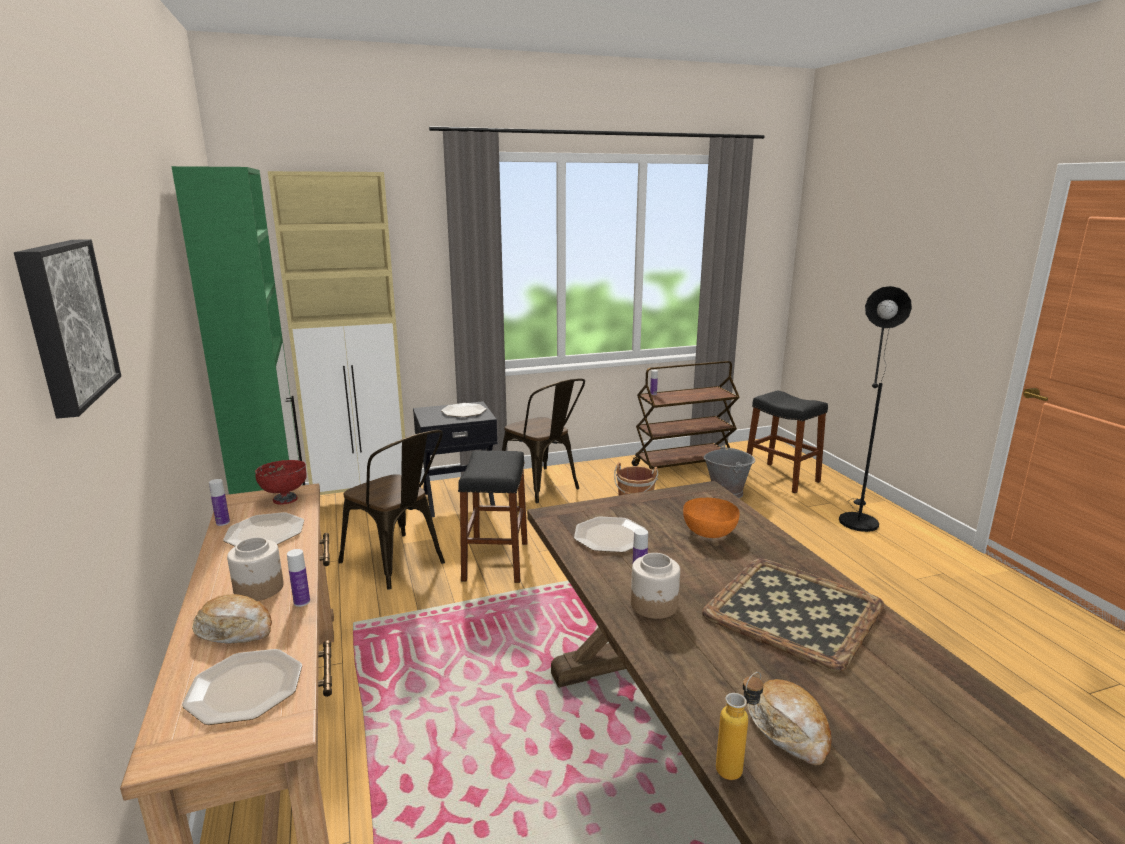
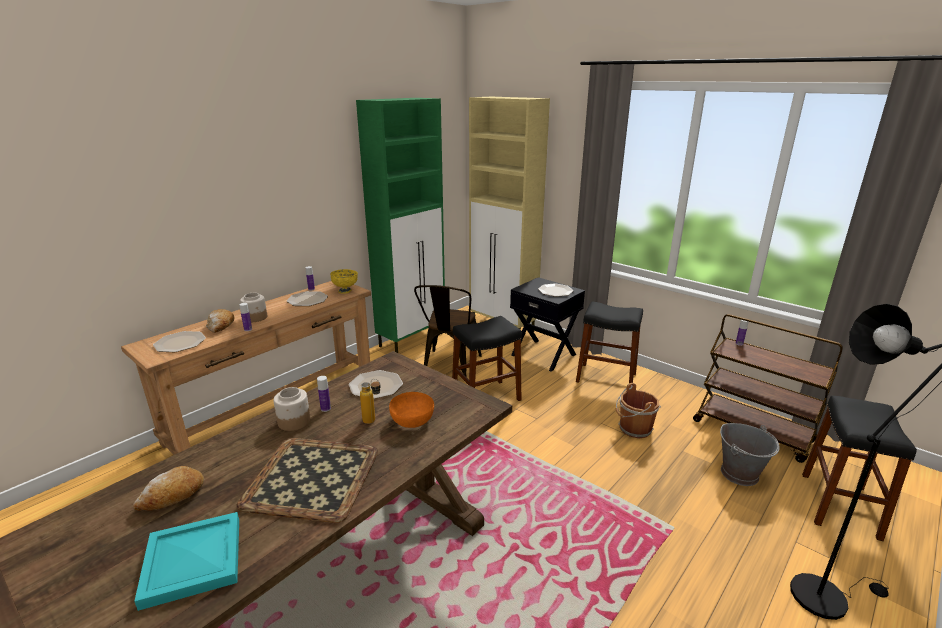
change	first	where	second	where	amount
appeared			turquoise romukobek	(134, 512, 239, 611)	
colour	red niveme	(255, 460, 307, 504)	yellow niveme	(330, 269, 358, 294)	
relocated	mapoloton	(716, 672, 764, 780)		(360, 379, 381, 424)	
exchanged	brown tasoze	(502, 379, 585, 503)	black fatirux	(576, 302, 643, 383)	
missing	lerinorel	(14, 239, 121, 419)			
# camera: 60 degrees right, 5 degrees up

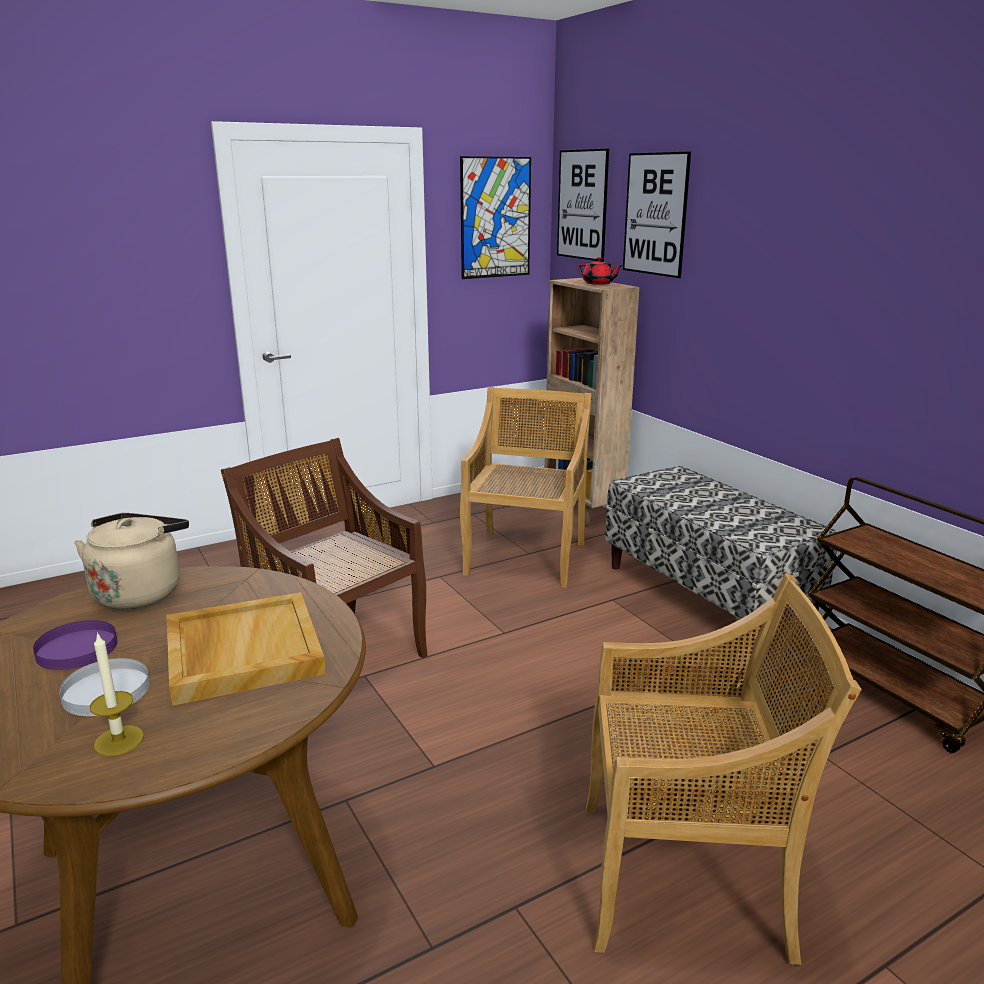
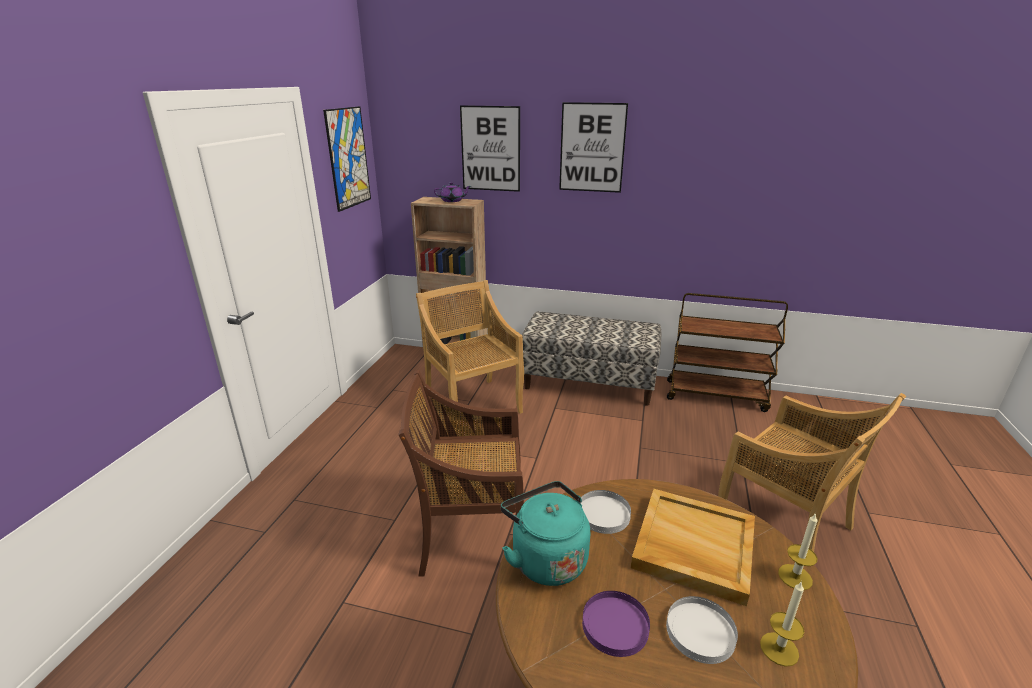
change	first	where	second	where	amount
colour	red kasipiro	(578, 257, 623, 285)	purple kasipiro	(434, 182, 471, 202)	
colour	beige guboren	(74, 513, 189, 610)	turquoise guboren	(501, 481, 590, 586)	
relocated	lerinorel	(557, 149, 609, 262)		(559, 102, 628, 193)	
appeared			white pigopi	(581, 490, 631, 534)	
spun	beige tasoze	(586, 573, 862, 965)		(718, 393, 906, 552)	90 degrees clockwise
appeared			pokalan	(778, 513, 817, 590)	
# camera: 45 degrees left, 5 degrees up

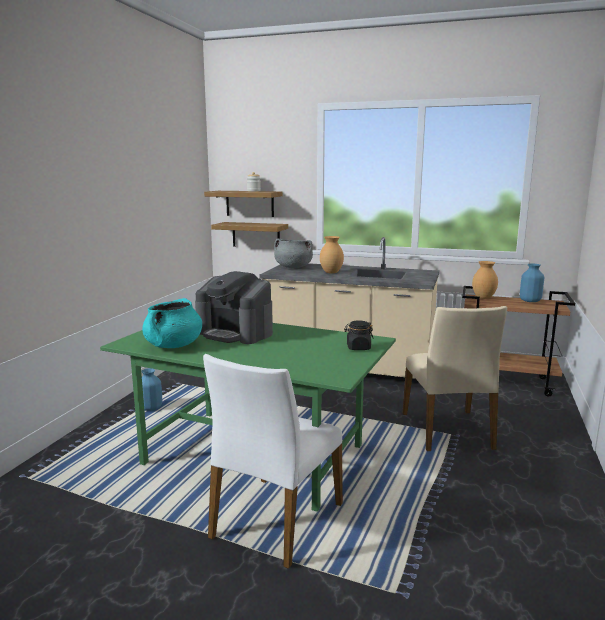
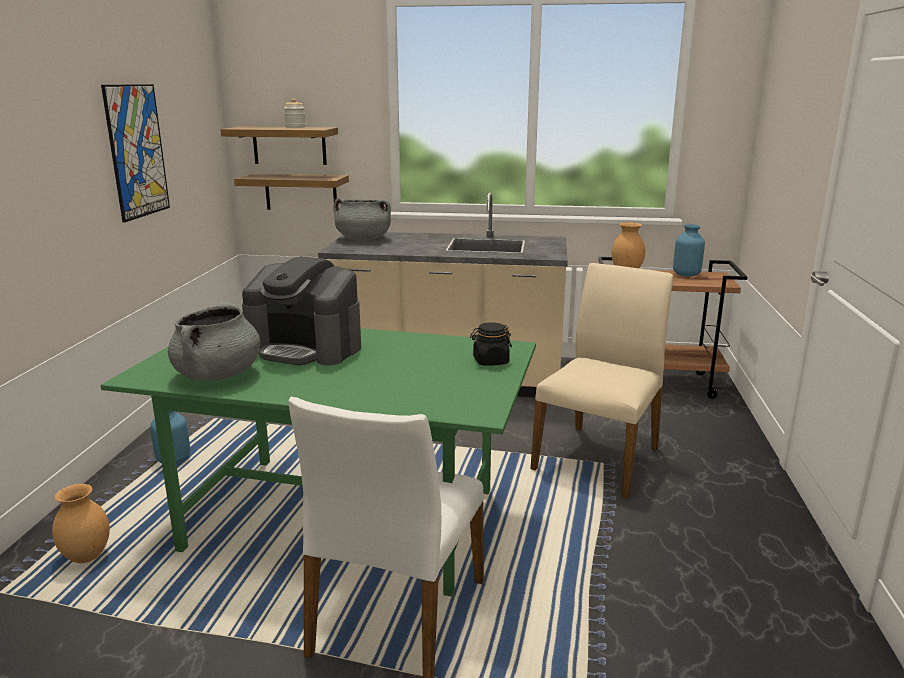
change	first	where	second	where	amount
relocated	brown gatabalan	(320, 236, 344, 273)		(52, 484, 110, 563)	
appeared			lerinorel	(101, 84, 170, 223)	
colour	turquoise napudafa	(142, 298, 202, 348)	grey napudafa	(168, 302, 260, 381)	
spun	beige tasoze	(403, 306, 507, 451)		(530, 263, 673, 499)	135 degrees counterclockwise
# camera: 10 degrees left, 5 degrees up

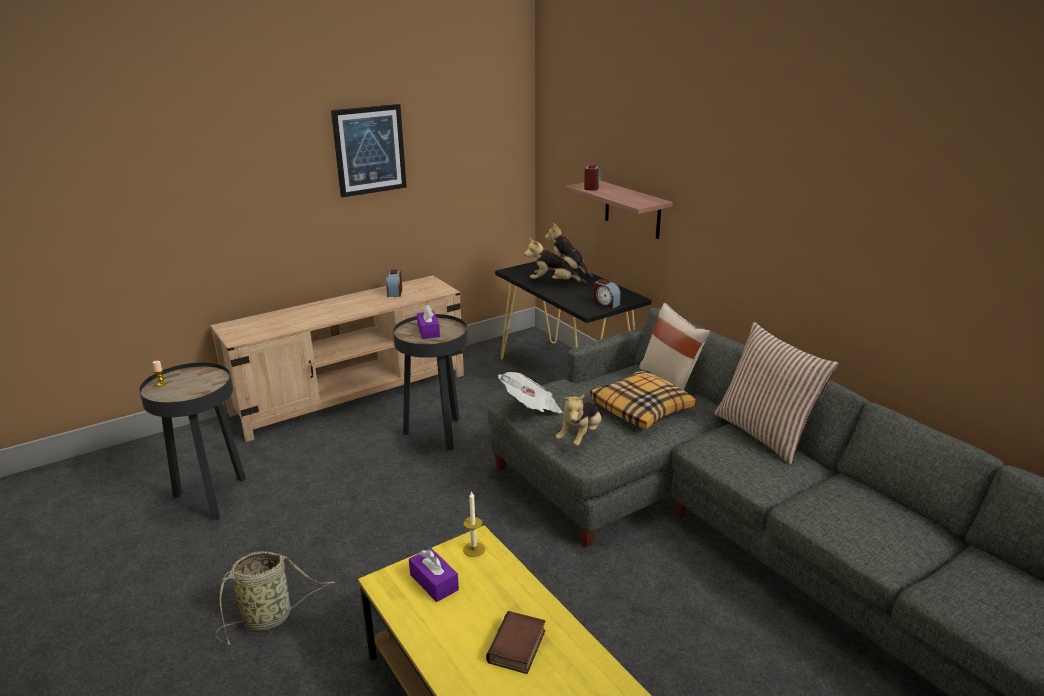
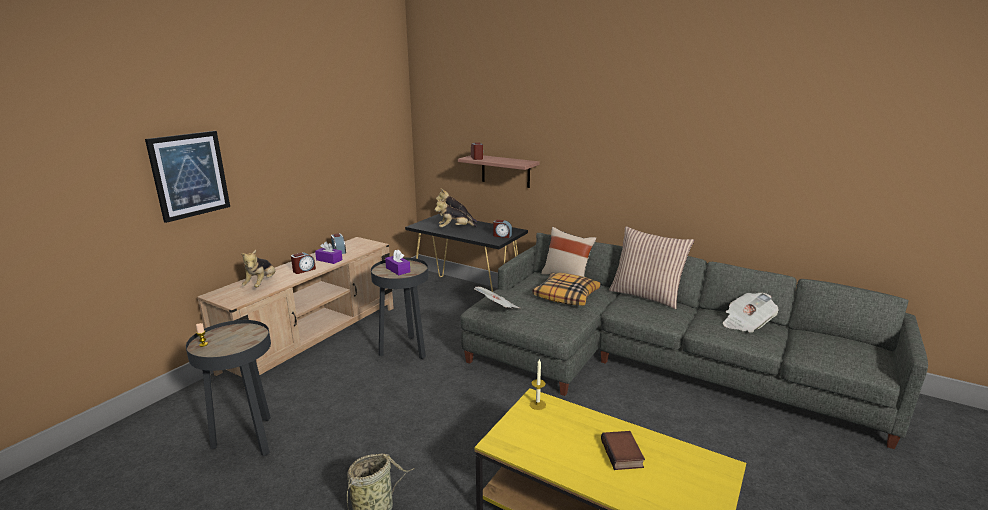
change	first	where	second	where	amount
relocated	lerinorel	(331, 104, 407, 197)		(145, 131, 230, 223)	
relocated	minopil	(556, 395, 602, 446)		(241, 250, 275, 287)	
appeared			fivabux	(291, 252, 316, 274)	
relocated	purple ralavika	(409, 548, 459, 602)		(315, 241, 343, 264)	
appeared			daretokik	(723, 293, 778, 333)	
# camera: 25 degrees left, 5 degrees down

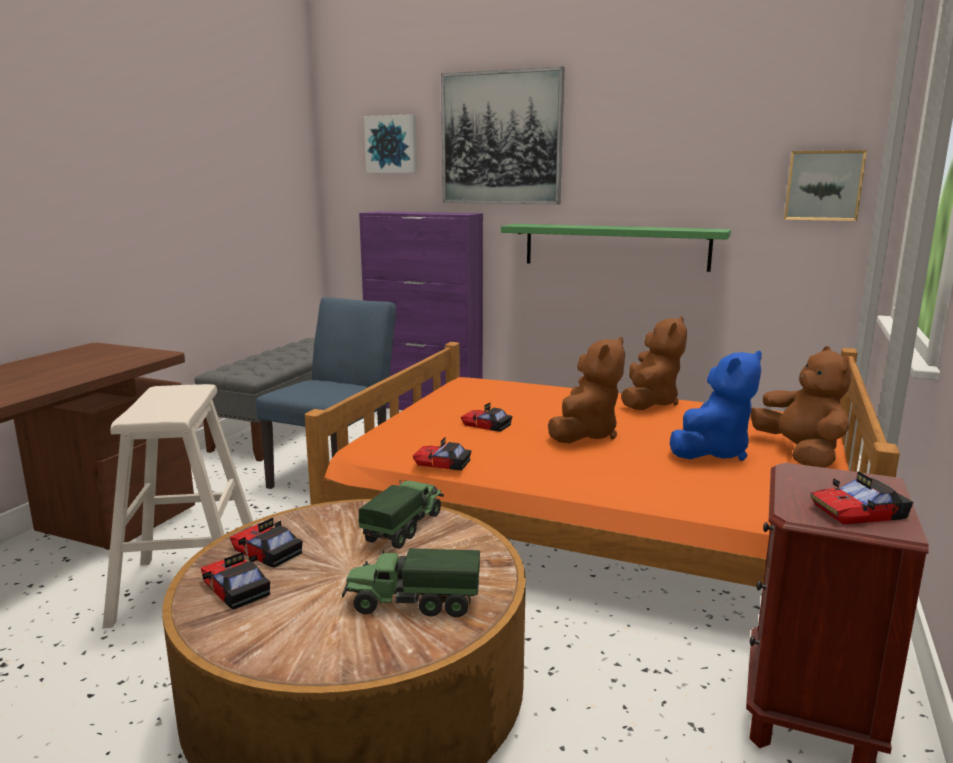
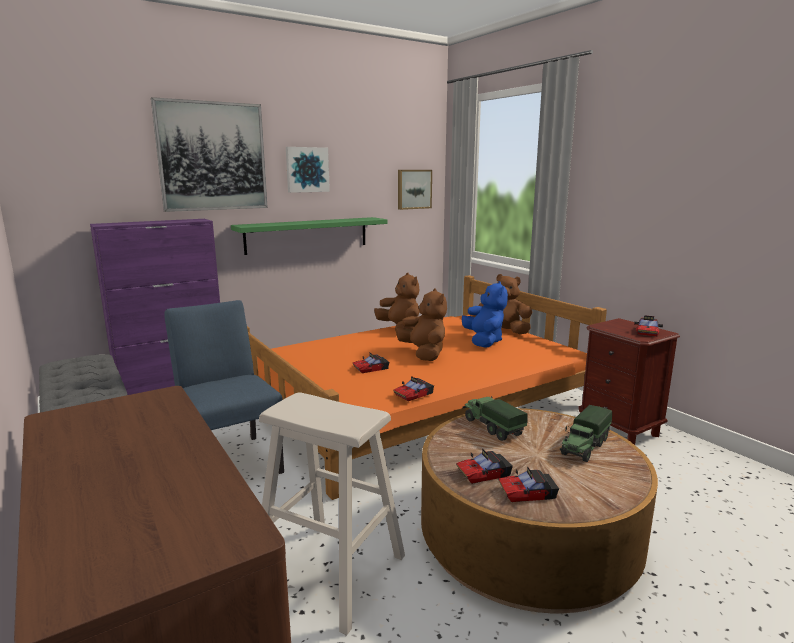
change	first	where	second	where	amount
relocated	lerinorel	(364, 114, 417, 173)		(286, 147, 330, 193)	
# camera: 55 degrees left, 0 degrees up

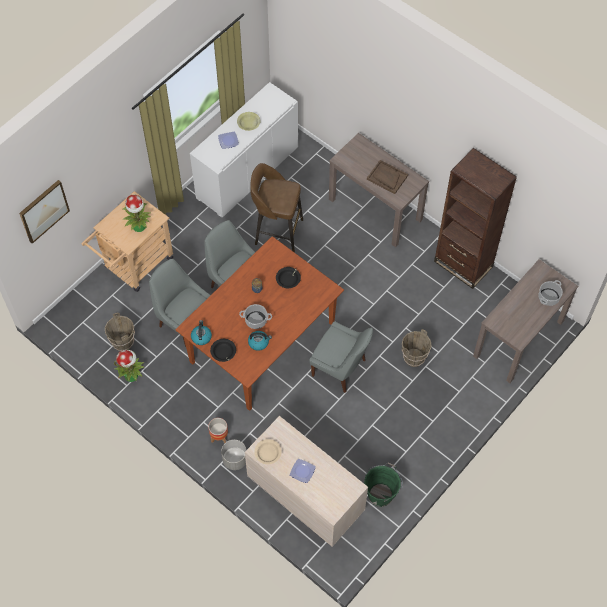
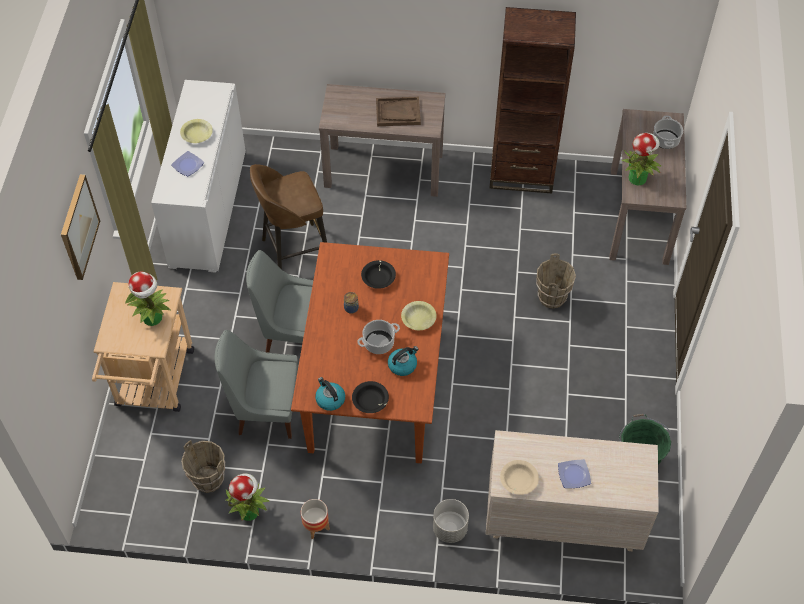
change	first	where	second	where	amount
relocated	lerinorel	(19, 180, 70, 244)		(61, 174, 100, 280)	
relocated	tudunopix	(208, 418, 228, 443)		(301, 499, 330, 539)	
appeared			yellow niveme	(401, 301, 437, 330)	
appeared			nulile	(621, 133, 662, 186)	
missing	grey tasoze	(309, 321, 373, 393)			
# camera: 35 degrees left, 5 degrees down

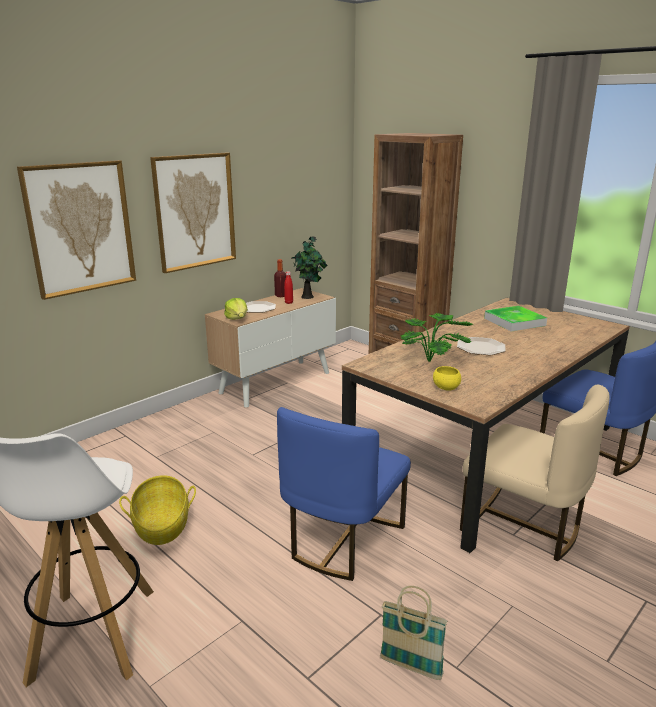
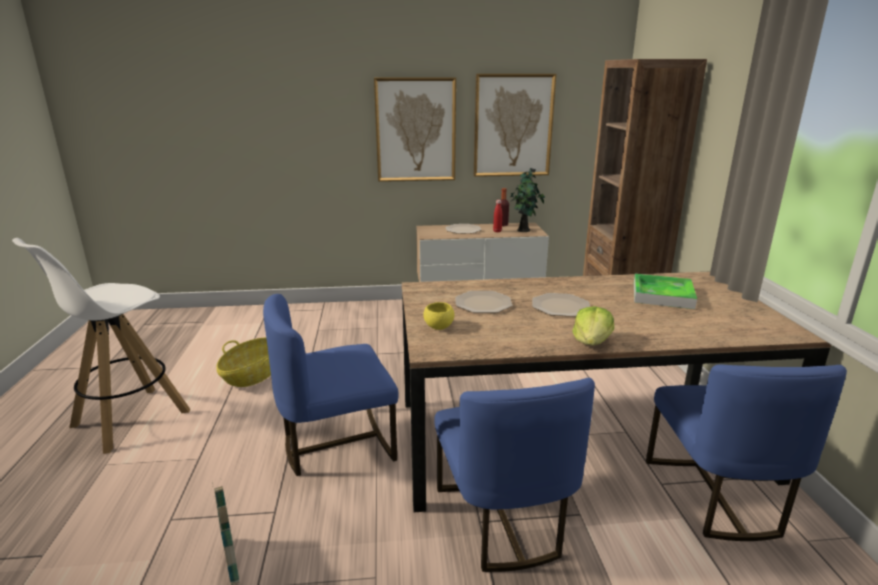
change	first	where	second	where	amount
colour	beige tasoze	(460, 385, 609, 561)	blue tasoze	(434, 378, 595, 572)	
exchanged	nulile	(401, 313, 473, 362)	pigopi	(455, 291, 512, 313)	
relocated	lerinorel	(17, 160, 136, 300)		(474, 74, 556, 177)	
relocated	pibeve	(224, 298, 248, 320)		(572, 306, 614, 345)	
# camera: 40 degrees right, 0 degrees up

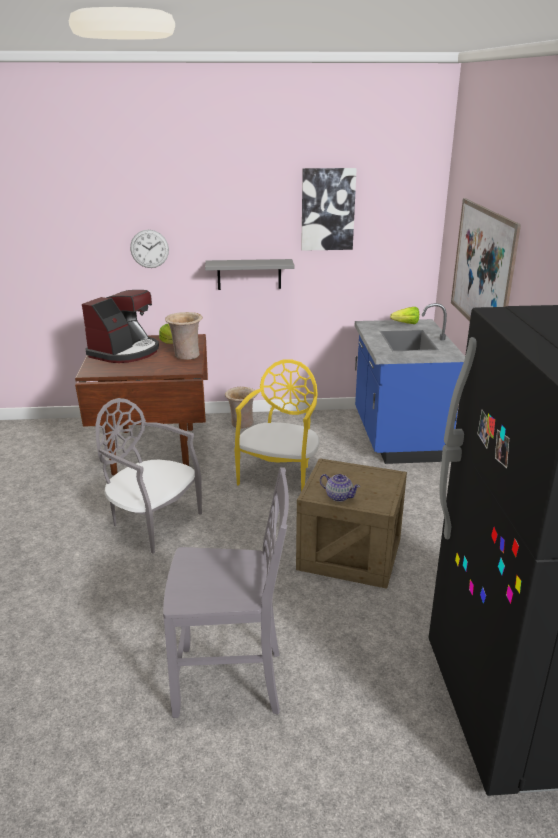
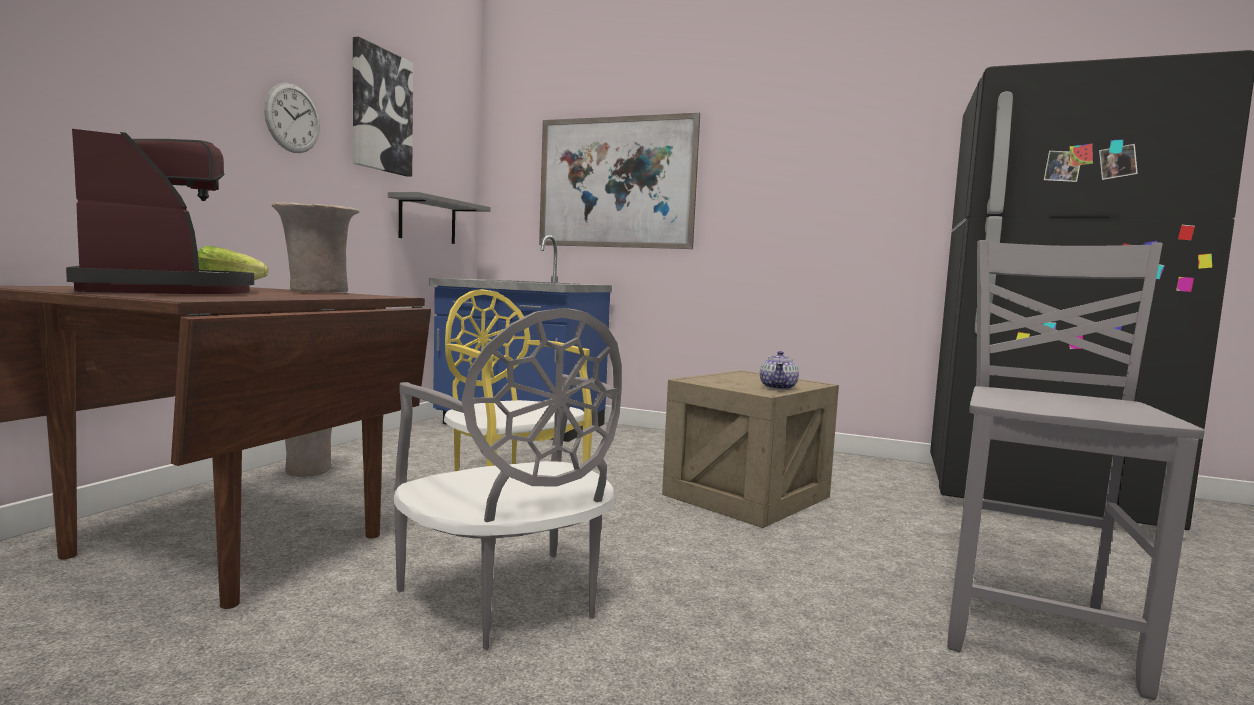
change	first	where	second	where	amount
relocated	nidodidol	(130, 230, 169, 268)		(264, 83, 320, 153)	
relocated	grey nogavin	(205, 259, 295, 290)		(388, 192, 491, 244)	
spun	grey tasoze	(96, 398, 202, 553)		(394, 308, 622, 650)	90 degrees counterclockwise
spun	kasipiro	(320, 474, 360, 502)		(760, 351, 799, 390)	135 degrees clockwise
missing	pibeve	(390, 307, 419, 324)			
# camera: 65 degrees left, 20 degrees down

